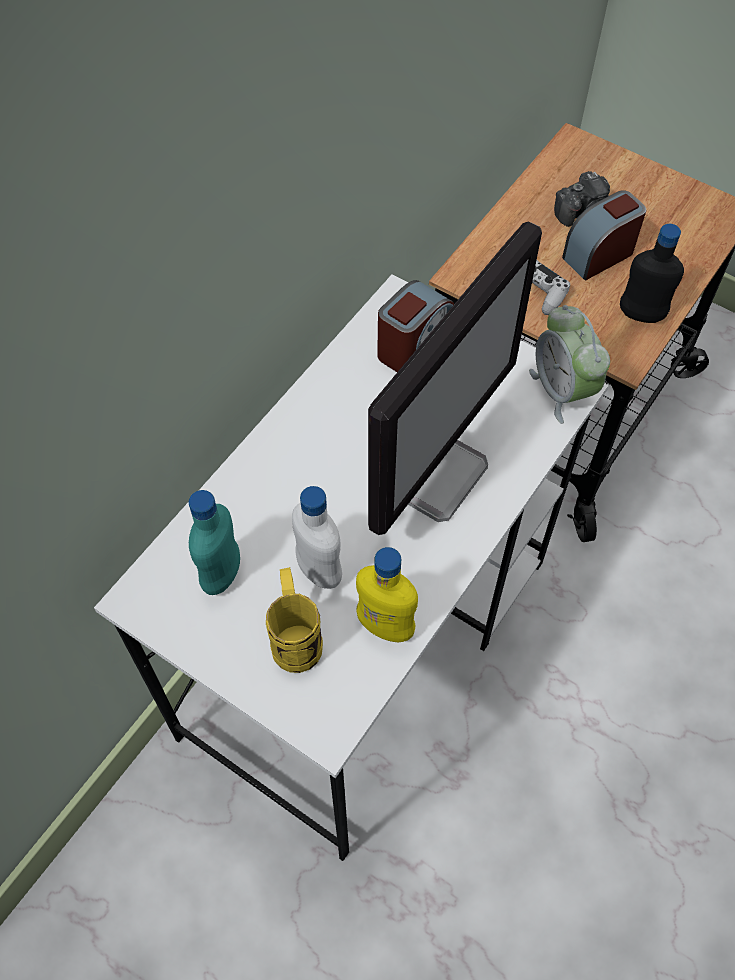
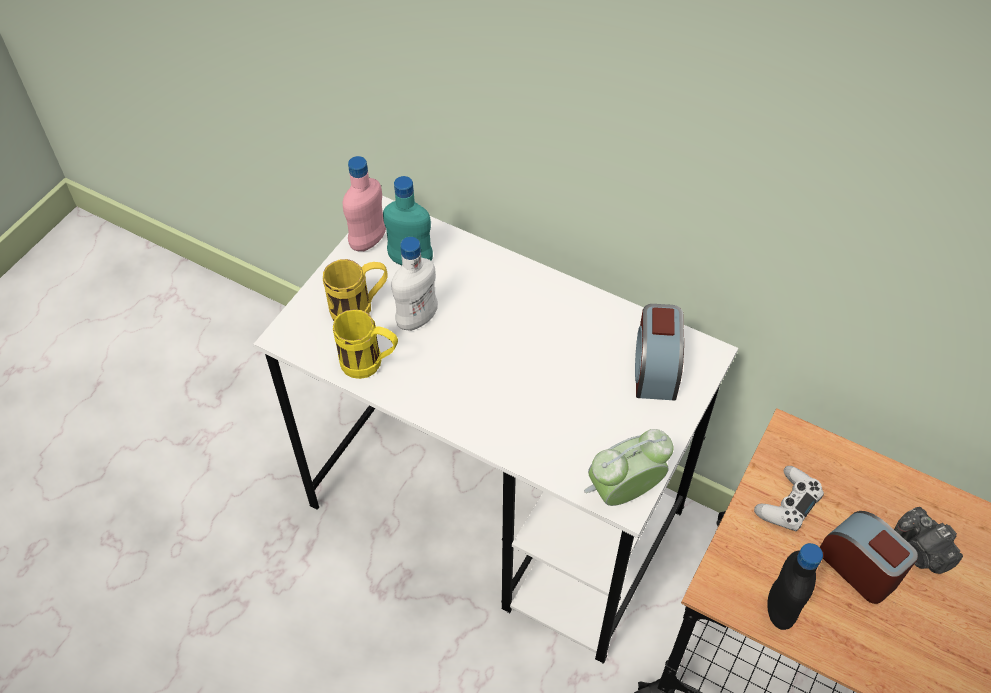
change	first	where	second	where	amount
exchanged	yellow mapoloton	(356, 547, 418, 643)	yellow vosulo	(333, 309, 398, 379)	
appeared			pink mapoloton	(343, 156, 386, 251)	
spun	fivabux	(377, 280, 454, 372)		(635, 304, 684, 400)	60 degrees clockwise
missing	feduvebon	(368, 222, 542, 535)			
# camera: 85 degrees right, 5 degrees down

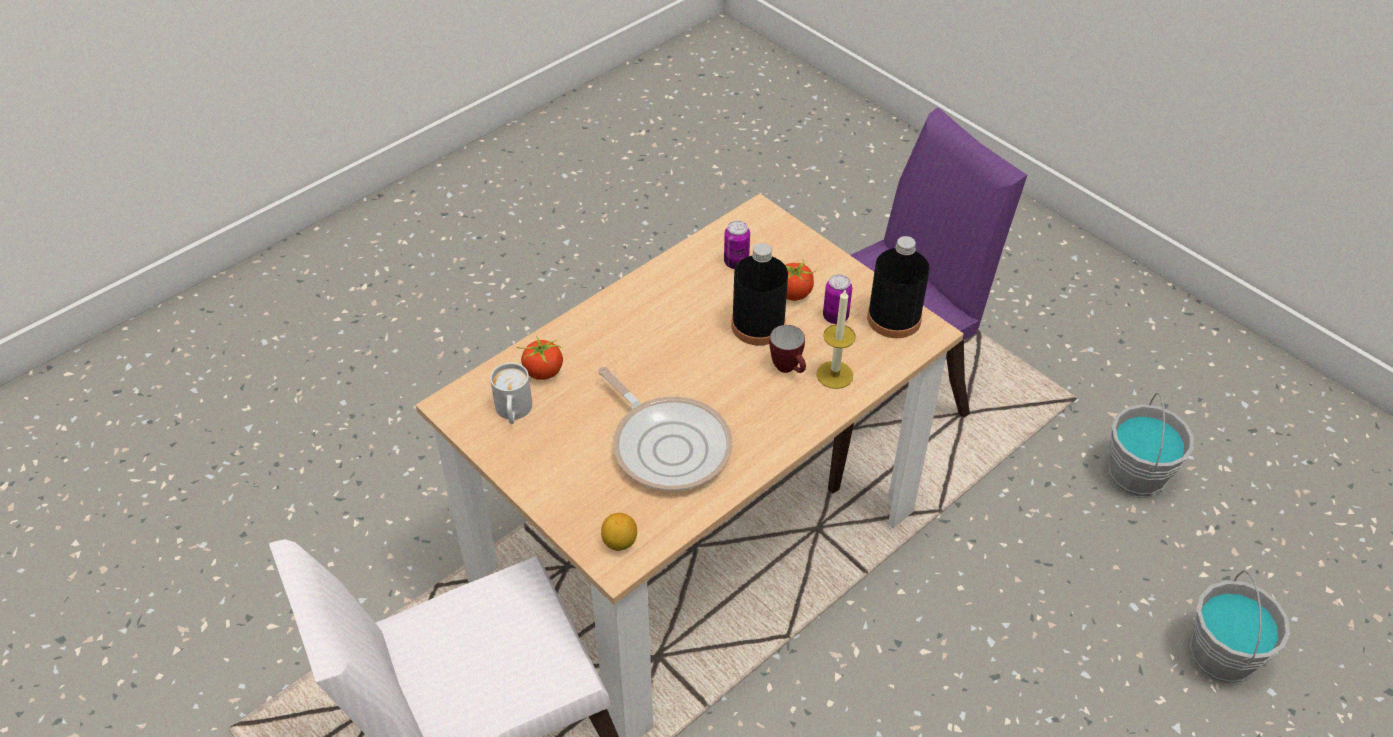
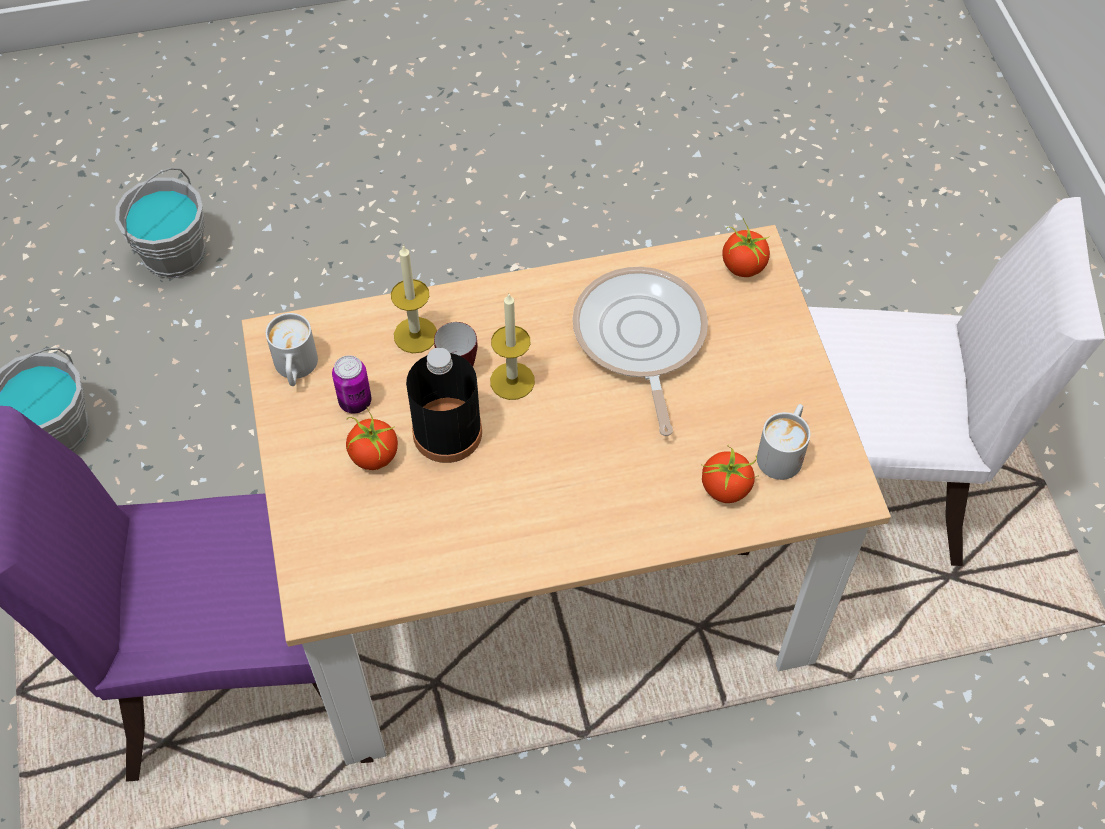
change	first	where	second	where	amount
exchanged	black mapoloton	(867, 236, 930, 338)	white vosulo	(266, 313, 318, 386)	
appeared			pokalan	(490, 293, 535, 400)	
exchanged	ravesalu	(601, 513, 637, 551)	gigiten	(722, 218, 770, 277)	
missing	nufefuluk	(724, 221, 750, 269)			
# camera: 150 degrees left, 10 degrees up

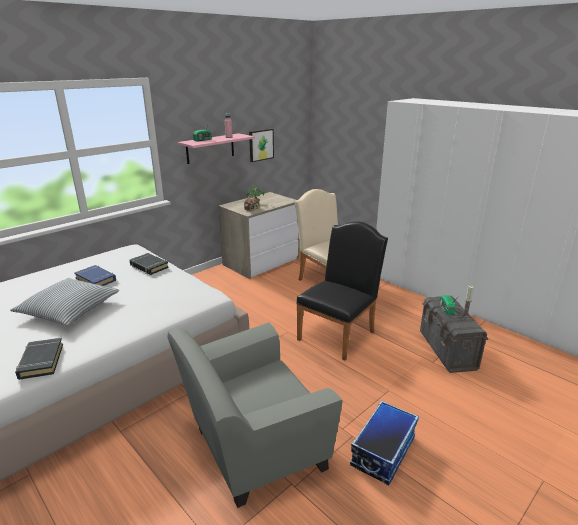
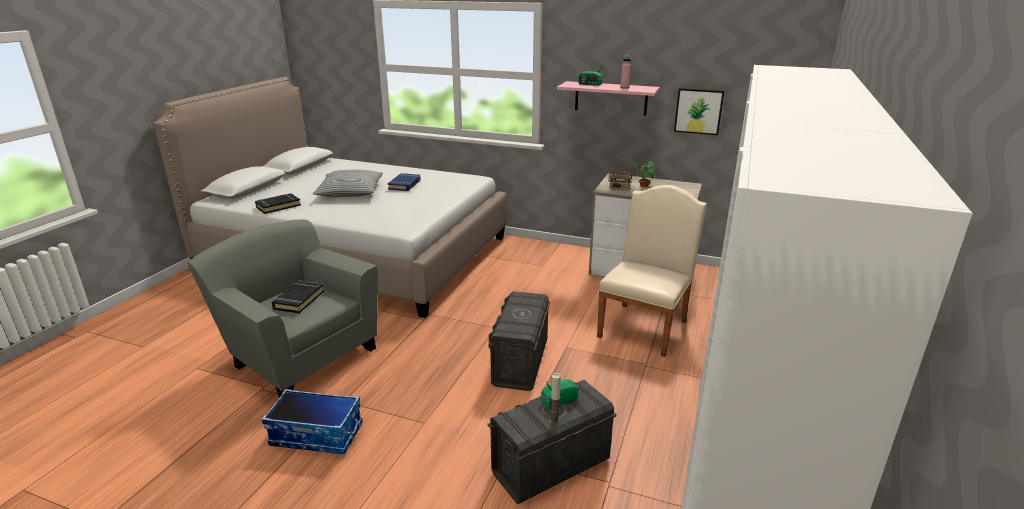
change	first	where	second	where	amount
relocated	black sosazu	(130, 253, 169, 275)		(272, 281, 324, 313)	
exchanged	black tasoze	(296, 222, 388, 361)	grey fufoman	(488, 291, 550, 391)	
# camera: 65 degrees right, 0 degrees up

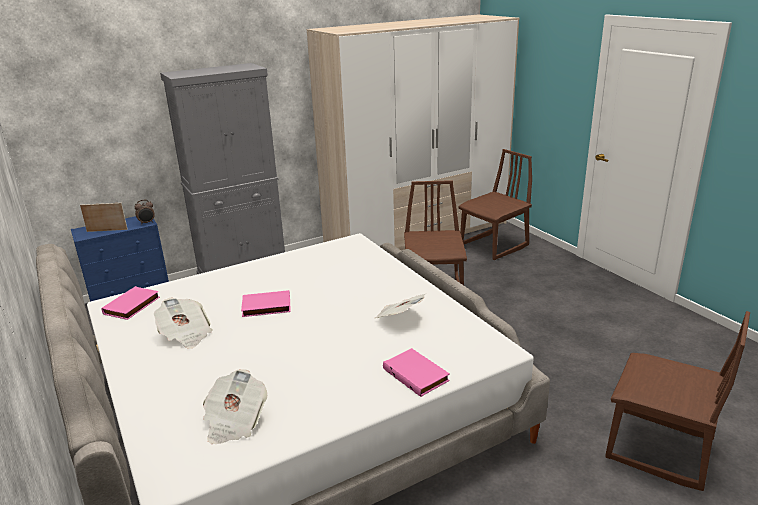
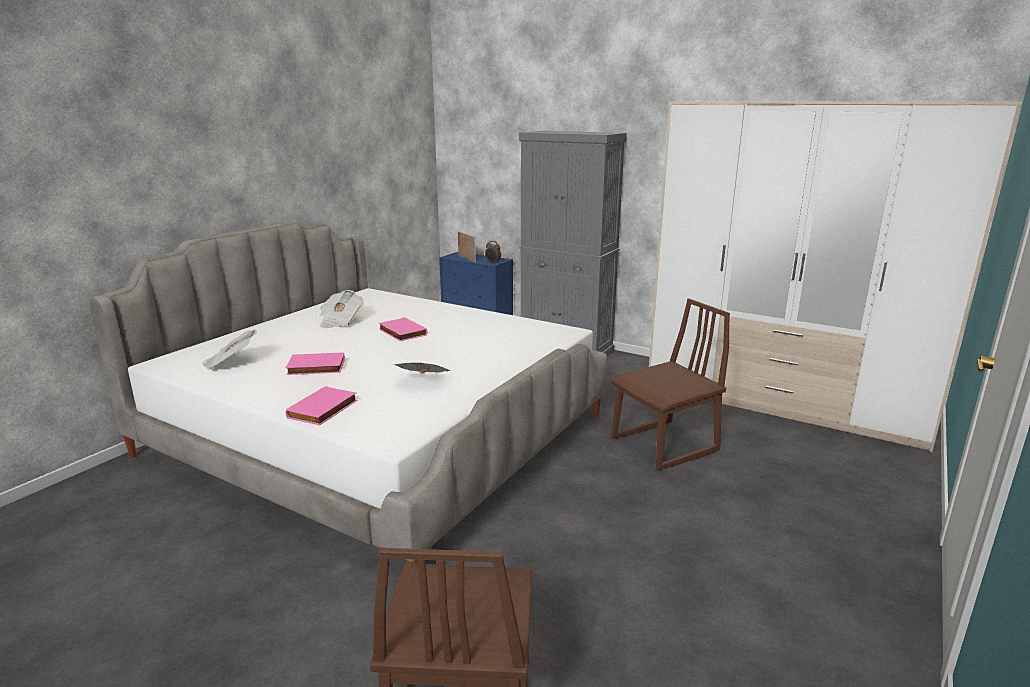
change	first	where	second	where	amount
relocated	pink sosazu	(102, 286, 160, 320)		(285, 352, 345, 375)	
missing	brown tasoze	(458, 149, 532, 260)			
# camera: 60 degrees right, 5 degrees down

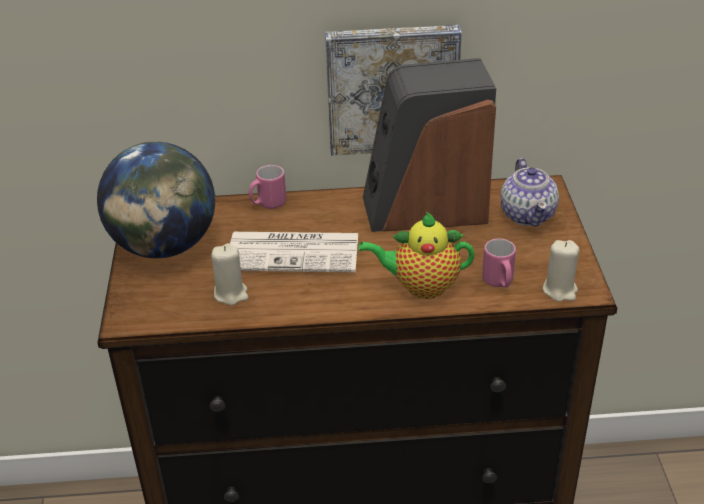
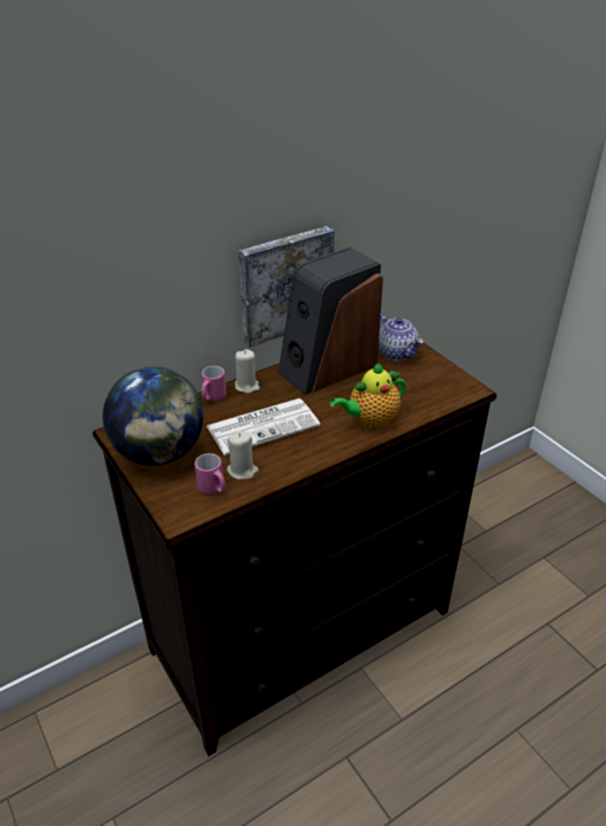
change	first	where	second	where	amount
relocated	pink vosulo	(482, 238, 516, 288)		(195, 453, 226, 495)	
relocated	beige pokalan	(543, 240, 579, 301)		(235, 349, 260, 394)	
# camera: 30 degrees left, 0 degrees up

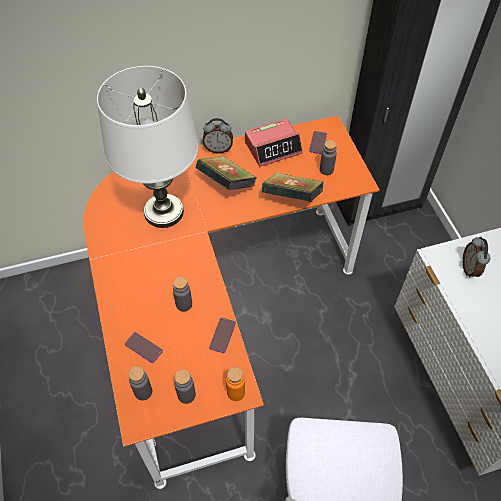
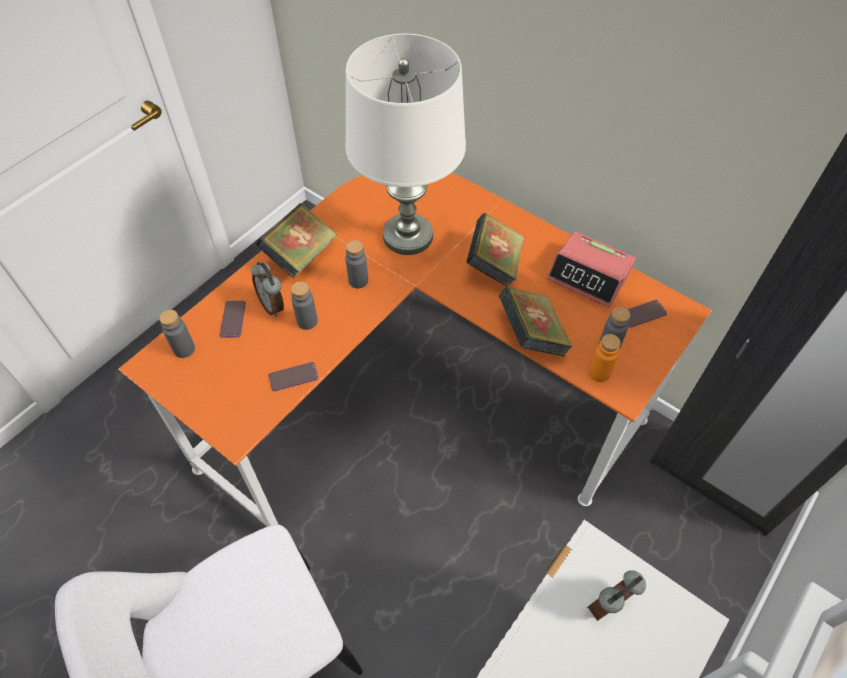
change	first	where	second	where	amount
relocated	fivabux	(203, 118, 233, 154)		(251, 262, 284, 317)	
appeared			sosazu	(256, 203, 337, 279)	
relocated	grey mapoloton	(174, 369, 196, 404)		(345, 240, 368, 289)	
relocated	orange mapoloton	(226, 367, 245, 401)		(588, 334, 621, 382)	
# camera: 55 degrees right, 0 degrees up

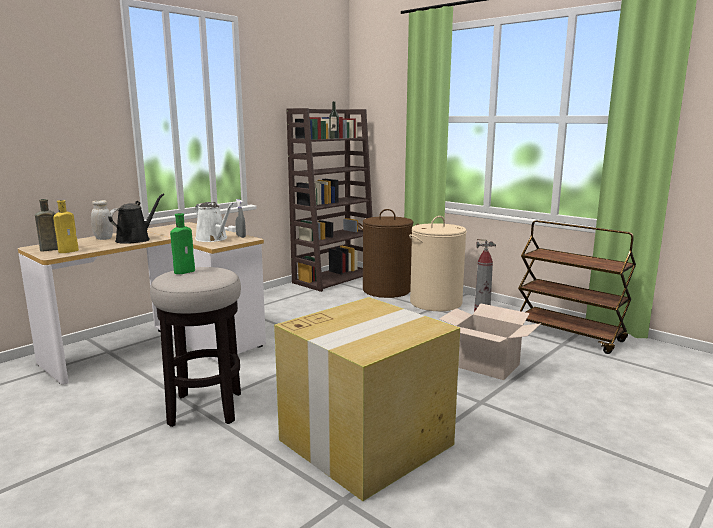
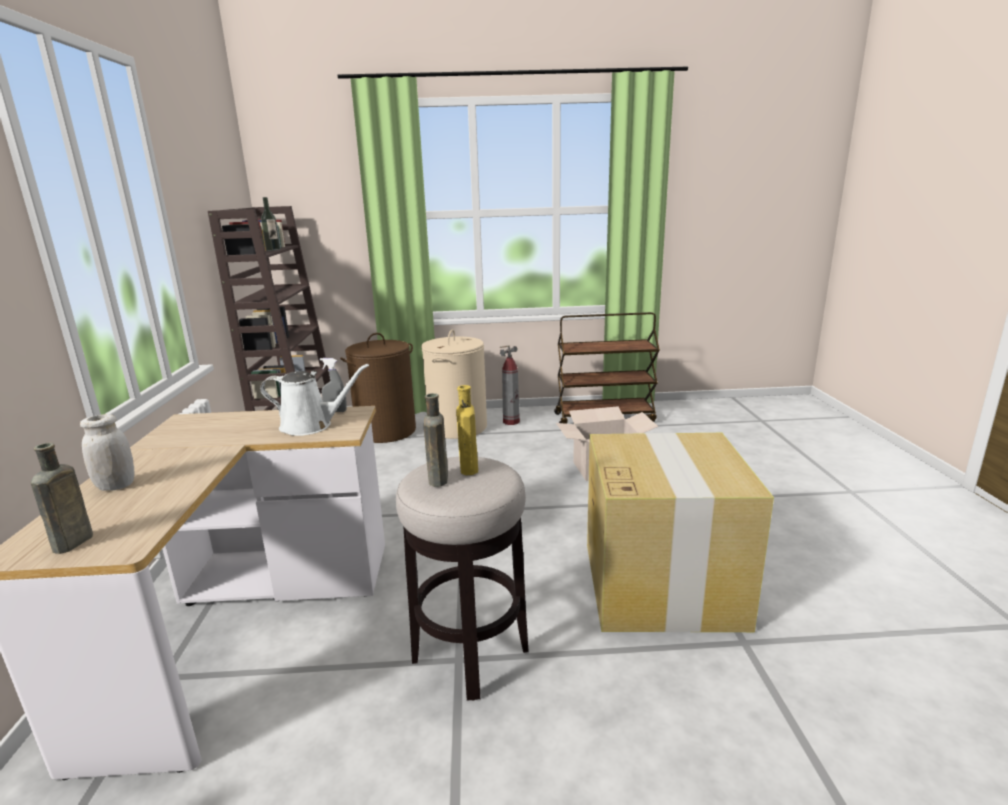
change	first	where	second	where	amount
colour	green mapoloton	(170, 213, 195, 274)	brown mapoloton	(424, 393, 448, 487)	
relocated	yellow mapoloton	(53, 200, 79, 253)		(456, 385, 478, 475)	
missing	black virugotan	(108, 194, 164, 244)			
# camera: 45 degrees left, 5 degrees up

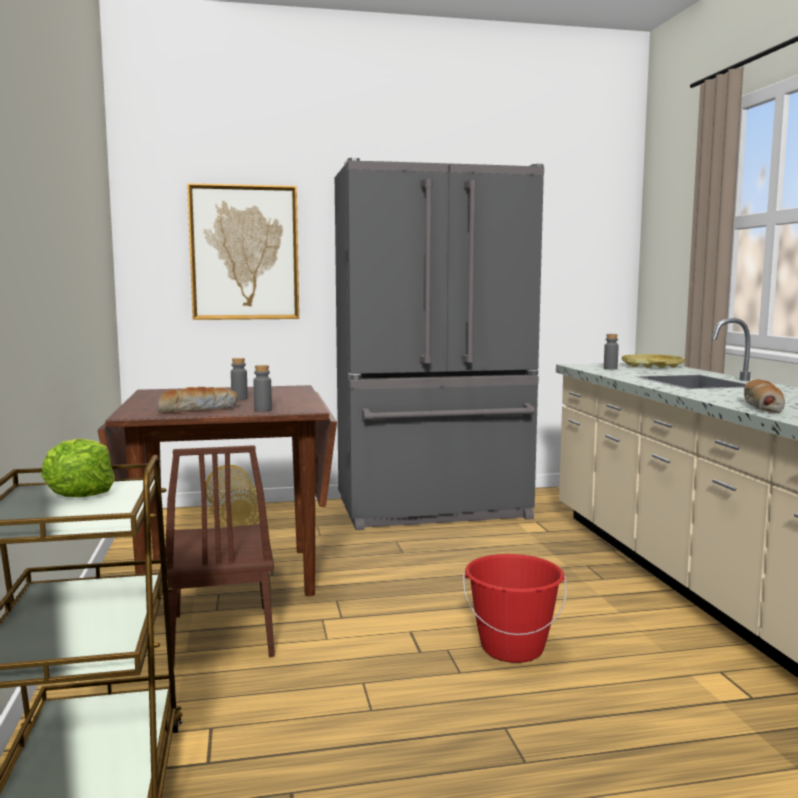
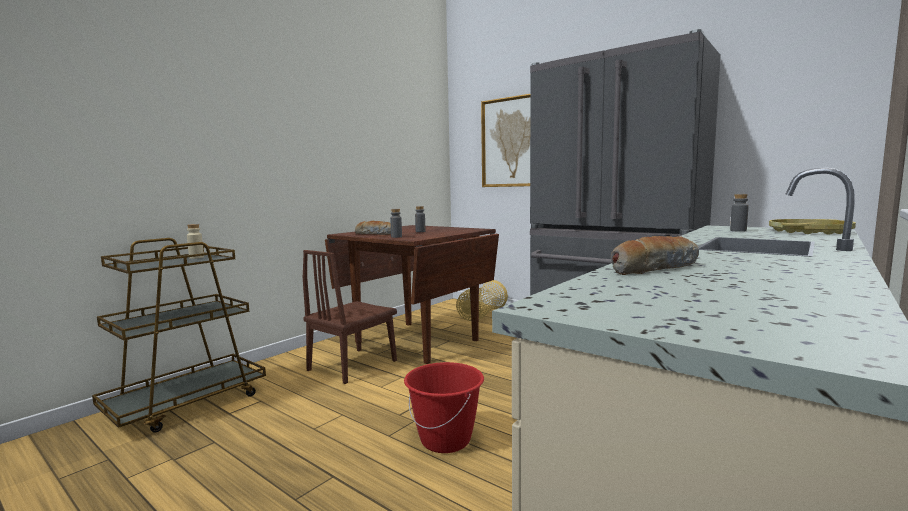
change	first	where	second	where	amount
exchanged	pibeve	(41, 438, 115, 497)	beige mapoloton	(187, 224, 204, 259)	
# camera: 50 degrees right, 0 degrees up

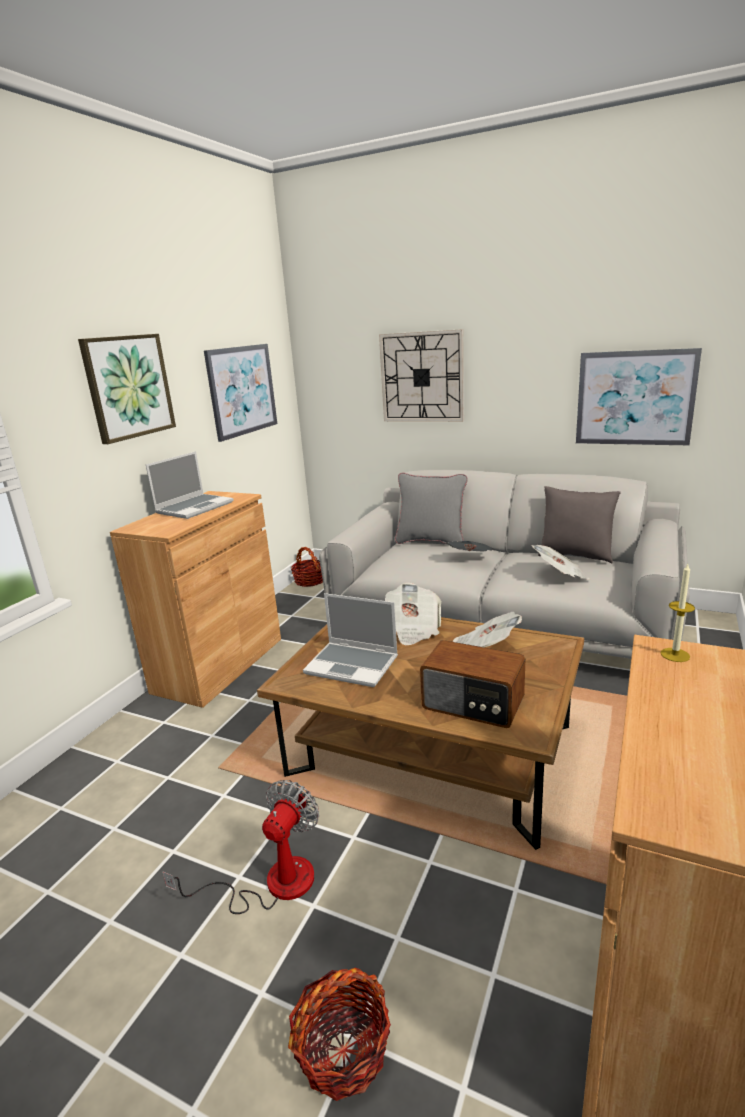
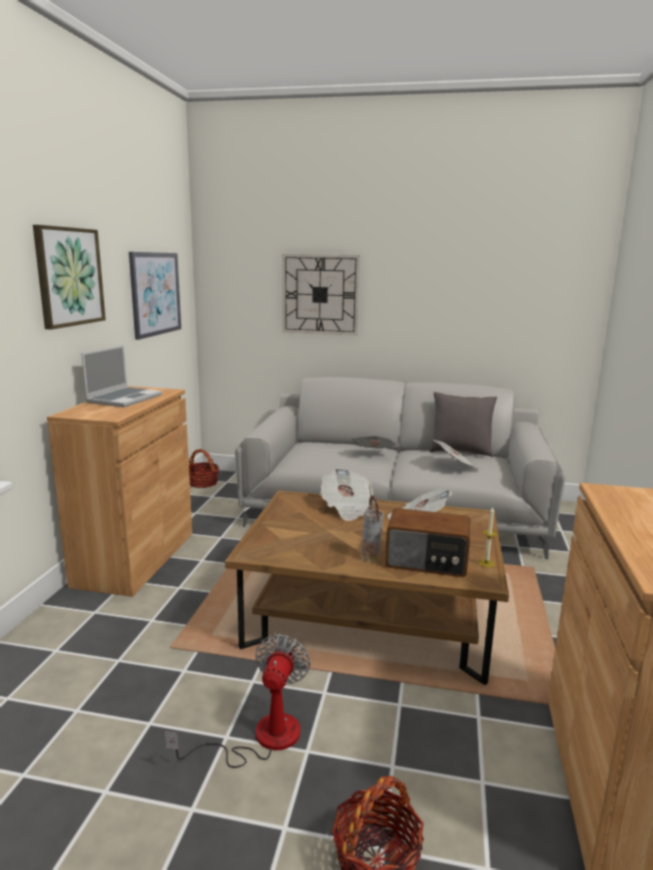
change	first	where	second	where	amount
appeared			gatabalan	(361, 496, 384, 561)	
relocated	pokalan	(661, 564, 695, 662)		(478, 507, 497, 568)	
missing	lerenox	(303, 593, 398, 687)			
missing	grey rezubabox	(395, 473, 467, 545)			
missing	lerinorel	(576, 348, 702, 445)			
# camera: 15 degrees left, 5 degrees down

